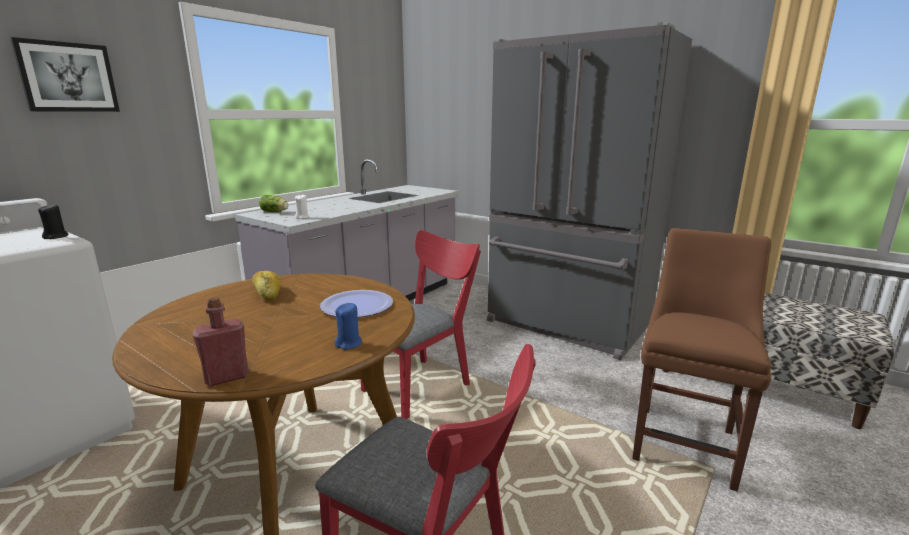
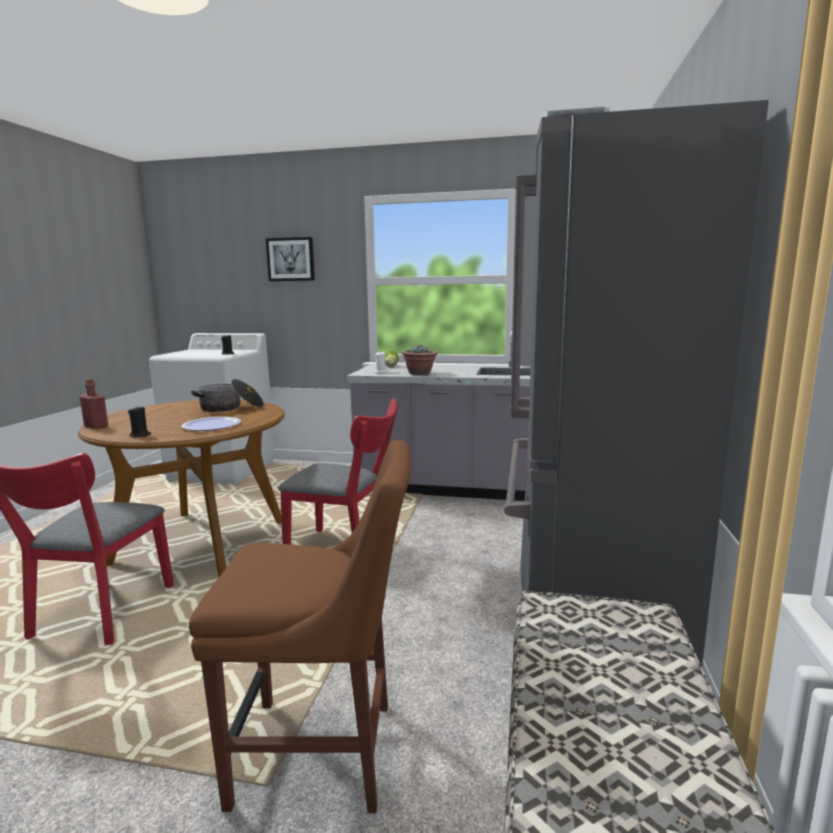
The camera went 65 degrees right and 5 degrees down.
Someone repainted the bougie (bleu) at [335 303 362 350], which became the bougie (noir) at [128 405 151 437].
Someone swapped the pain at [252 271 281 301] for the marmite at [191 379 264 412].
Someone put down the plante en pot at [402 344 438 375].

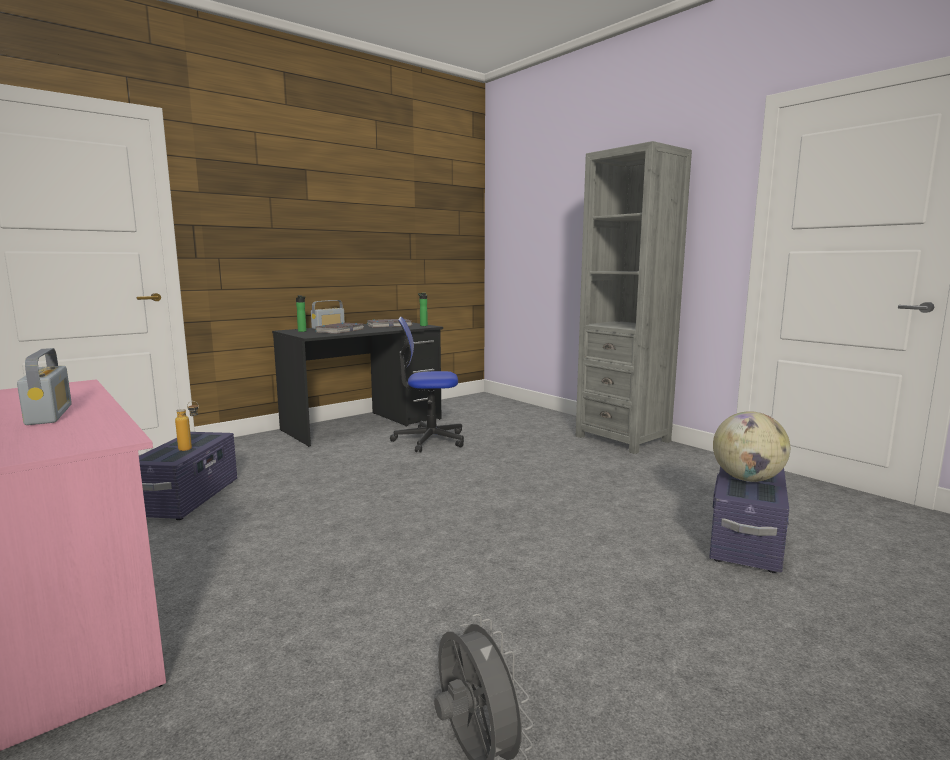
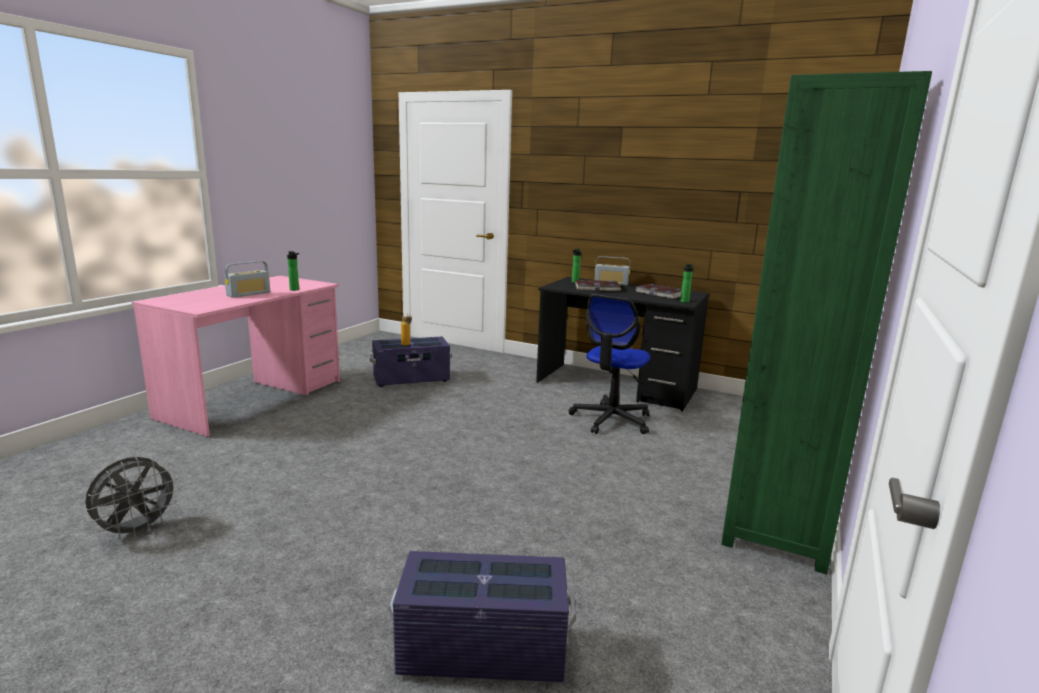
The camera went 65 degrees right and 5 degrees up.
Someone put down the bouteille at [287 251 299 291].
Someone rotated the chaise de bureau at [390 317 464 453] by 120 degrees counterclockwise.
Someone repainted the bibliothèque (gris) at [576 141 692 454], which became the bibliothèque (vert) at [721 71 932 574].
Someone took away the globe at [713 411 790 482].

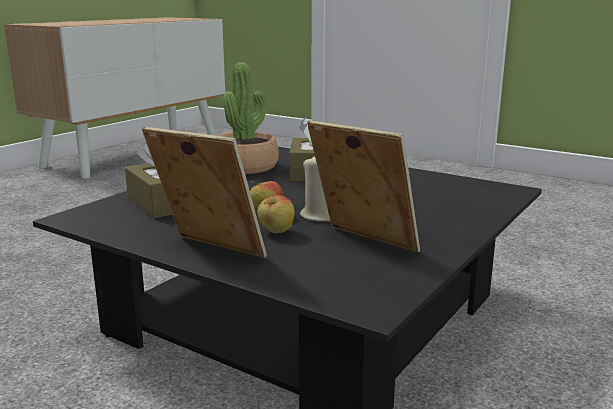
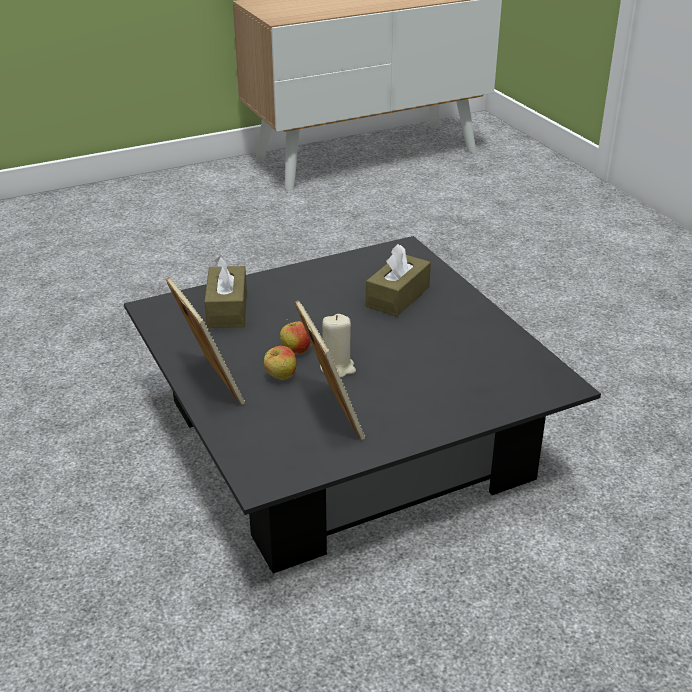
The camera went 30 degrees right and 15 degrees up.
Someone took away the plante en pot at [217 62 279 174].

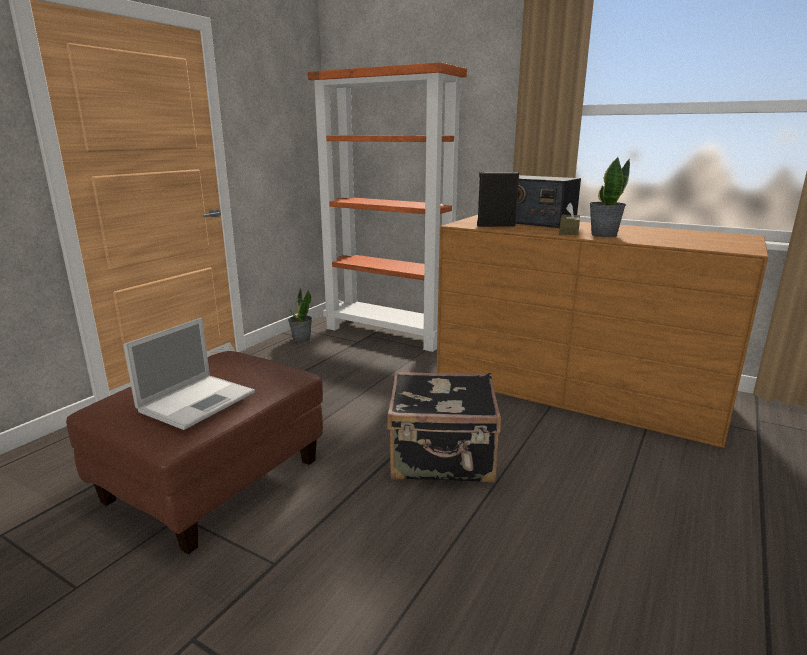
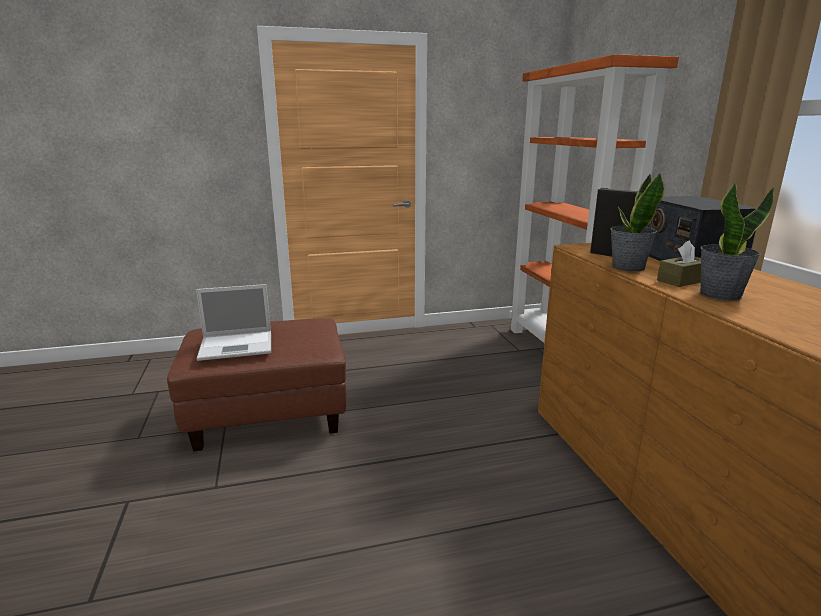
The camera went 45 degrees right and 0 degrees up.
Someone carried the plante en pot from [288 288 312 342] to [610 173 665 272].
Someone took away the valise (noir) at [387 371 501 483].

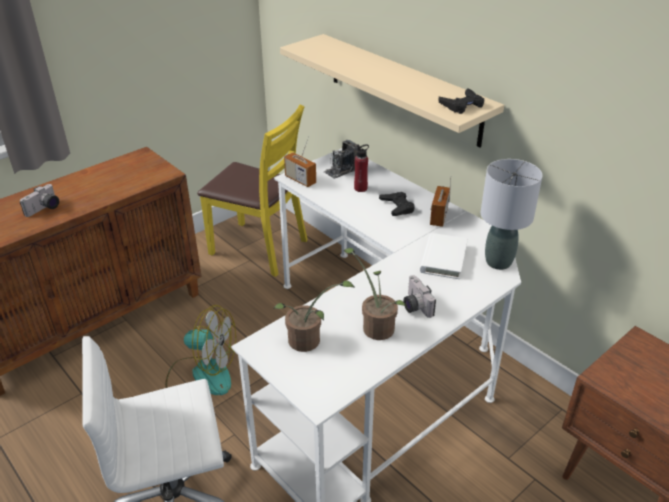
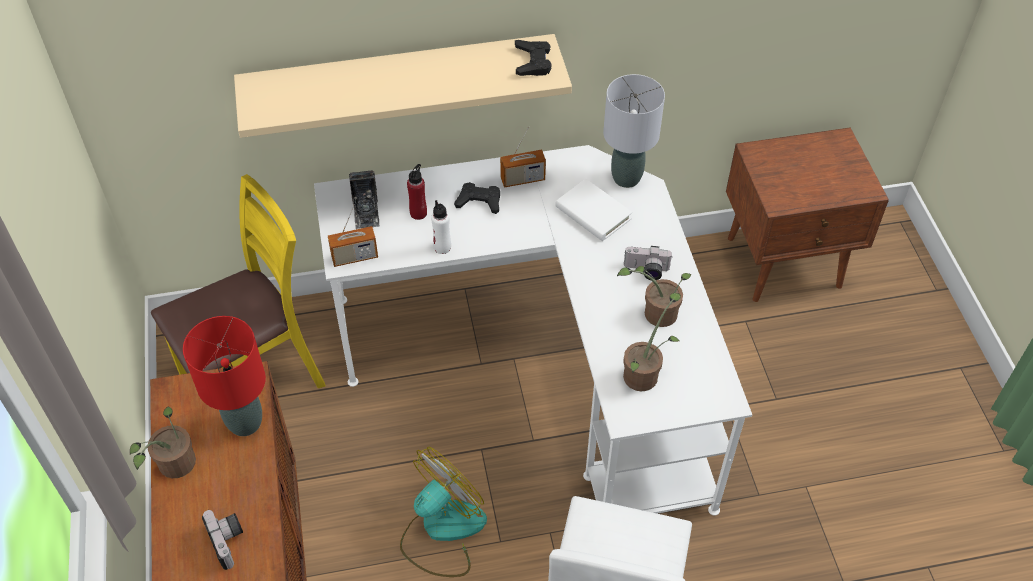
The camera went 60 degrees left and 15 degrees up.
Someone put down the plante en pot at [130 407 196 478].
Someone put down the lampe de table (rouge) at [183 316 266 436].
Someone put down the bouteille (blanc) at [431 200 451 254].
Someone rotated the radio at [430 176 451 227] by 60 degrees counterclockwise.

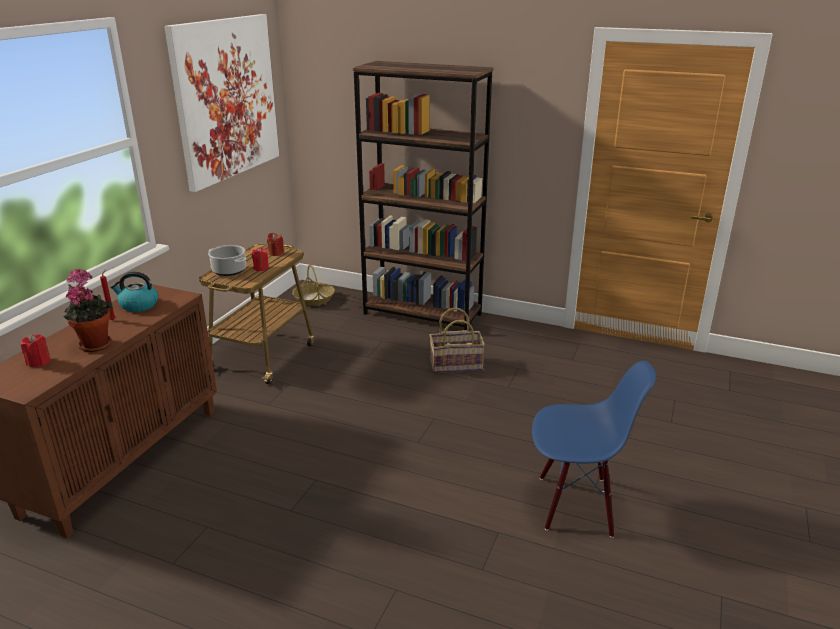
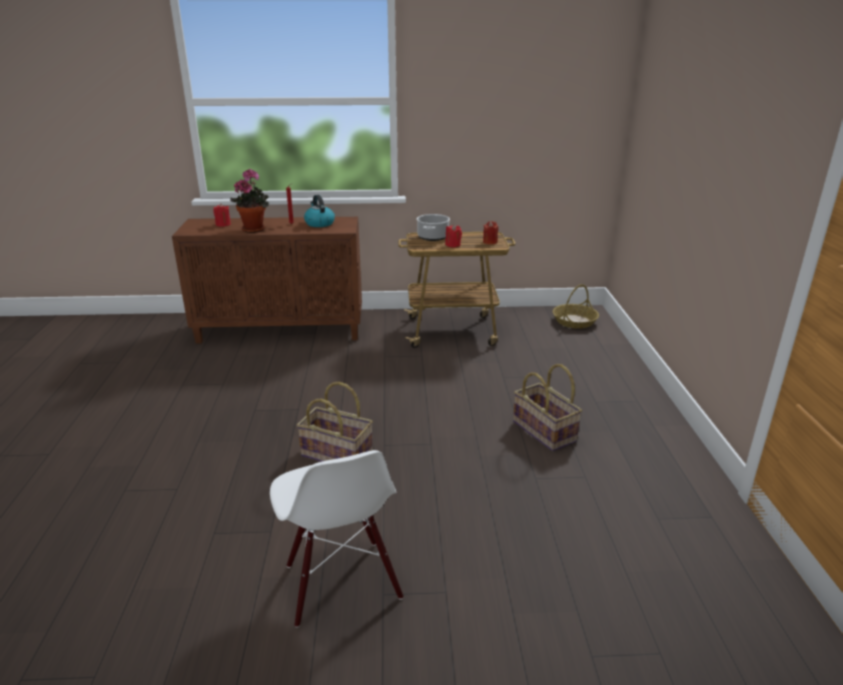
The camera went 65 degrees right and 0 degrees up.
Someone repainted the chaise (bleu) at [532 361 656 538], which became the chaise (blanc) at [270 450 404 628].
Someone put down the panier at [297 382 373 462].
Someone took away the tableau at [164 14 279 192].
Someone took away the bibliothèque (marron) at [353 61 493 330].

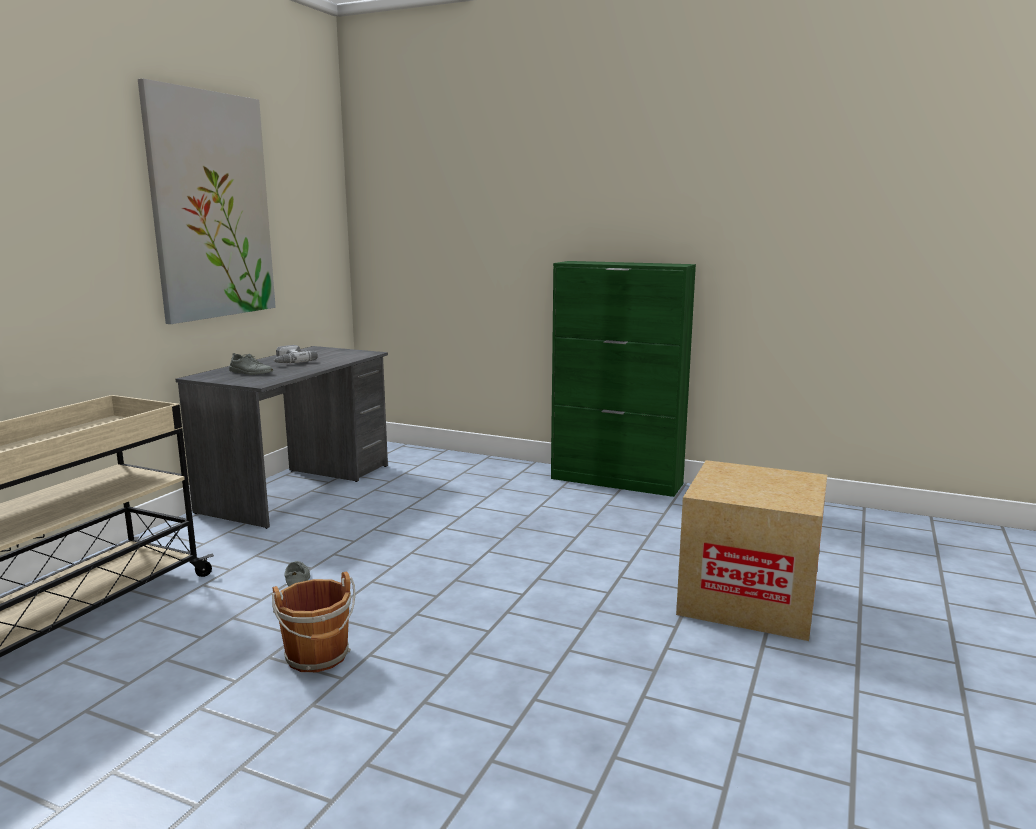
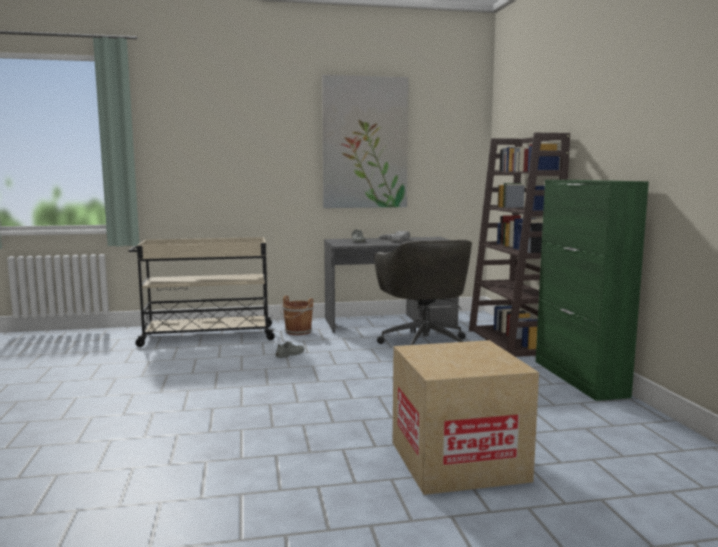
The camera went 55 degrees right and 5 degrees down.
Someone carried the seau (marron) from [272 571 355 672] to [280 296 314 335].
Someone put down the chaise de bureau (gris) at [374 240 472 345].
Someone put down the bibliothèque (marron) at [469 133 570 357].

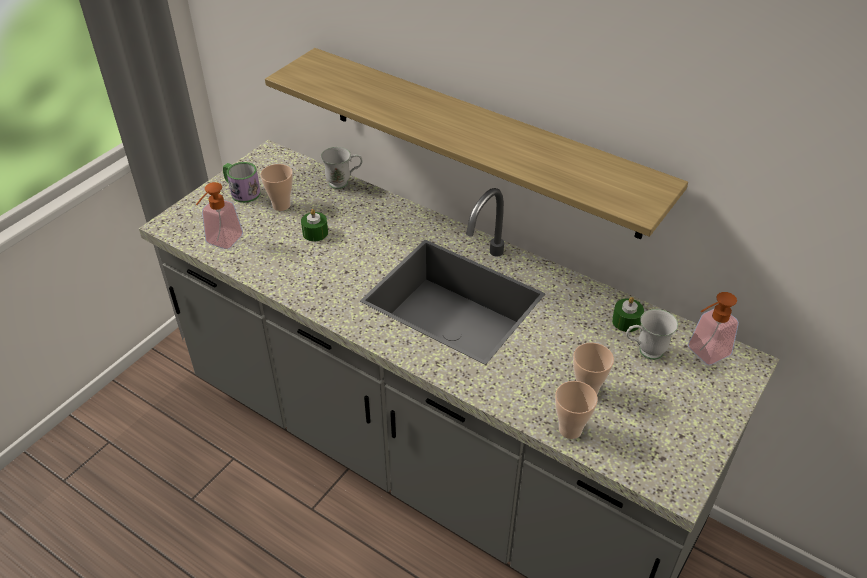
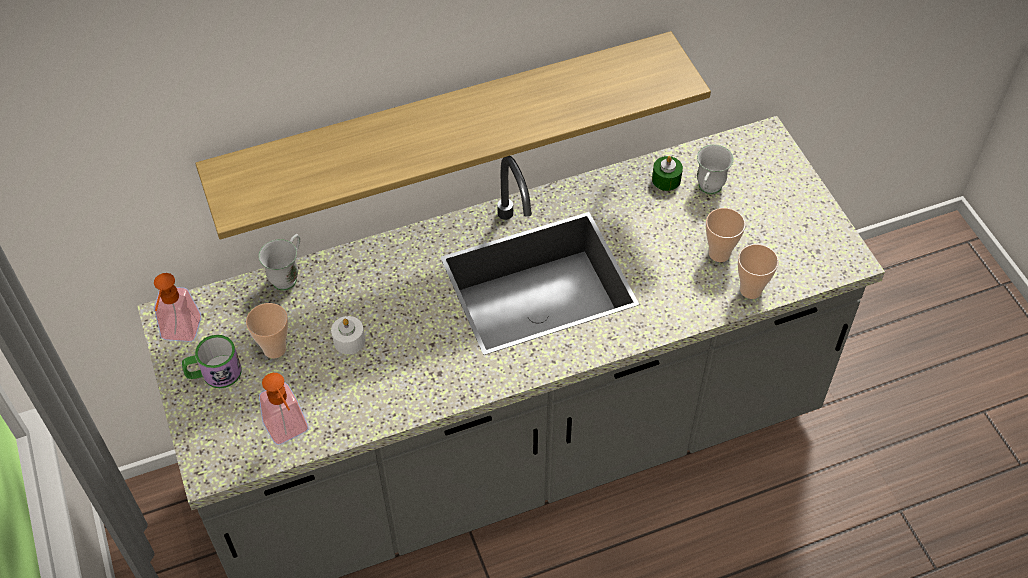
The camera went 55 degrees left and 10 degrees up.
Someone carried the distributeur de savon from [688 292 739 365] to [154 273 202 342].
Someone repainted the bougie (vert) at [301 209 328 241], which became the bougie (blanc) at [331 316 365 354].

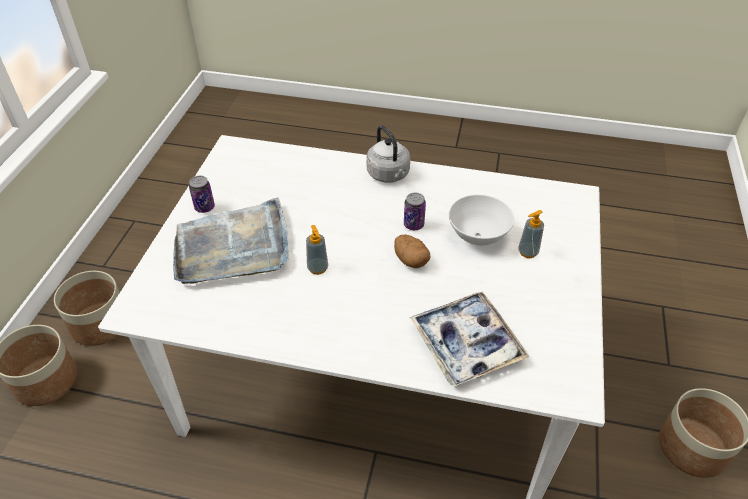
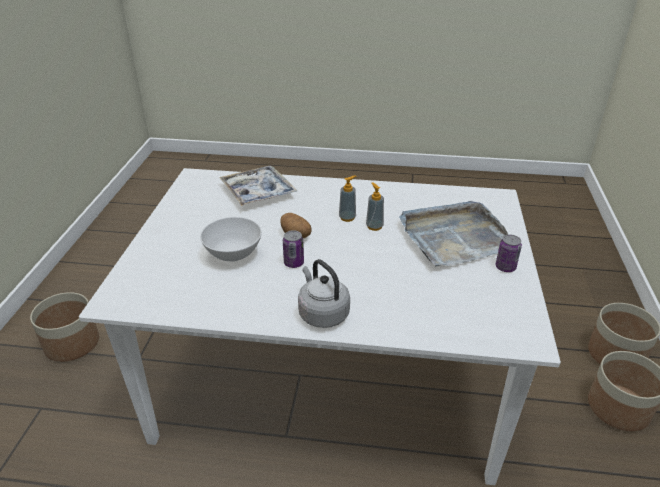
The camera went 175 degrees right and 10 degrees down.
Someone carried the distributeur de savon from [518 210 544 258] to [339 175 356 222].

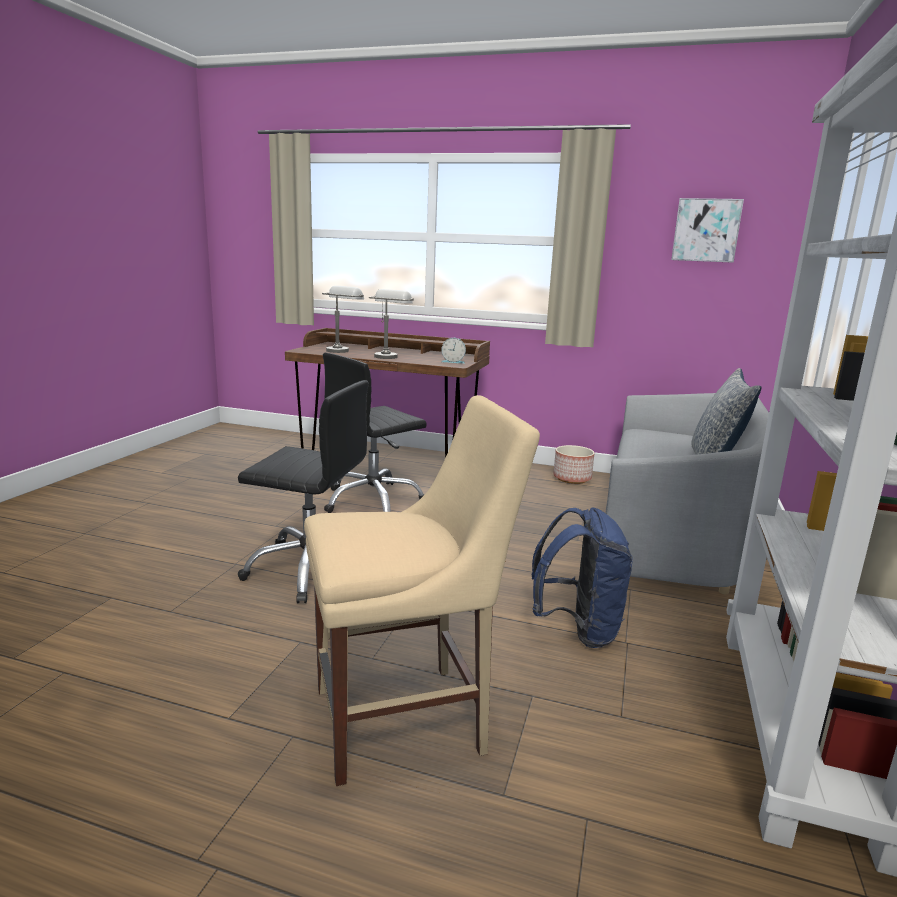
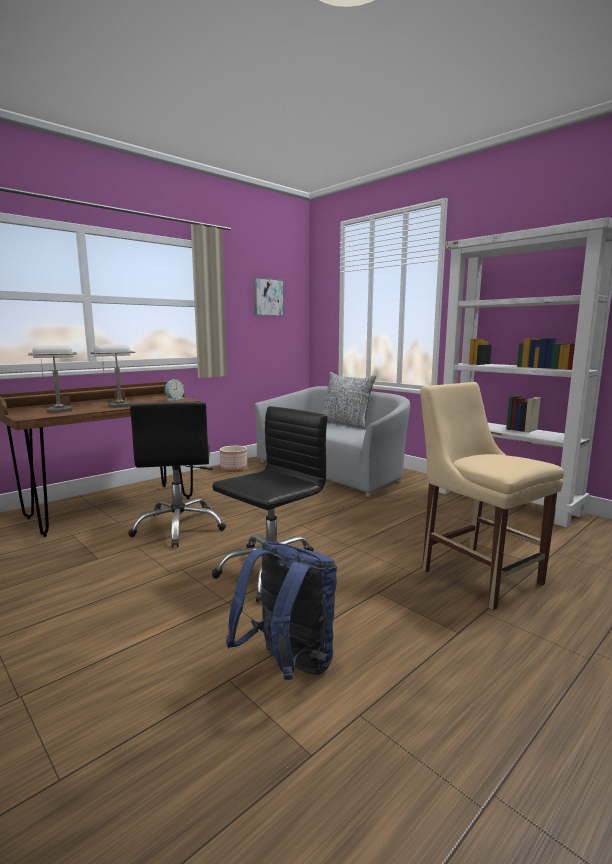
The camera went 60 degrees left and 5 degrees down.
Someone carried the sac à dos (bleu) from [531 508 633 648] to [226 542 337 680].
Someone rotated the chaise (beige) at [304 395 540 786] by 45 degrees counterclockwise.

